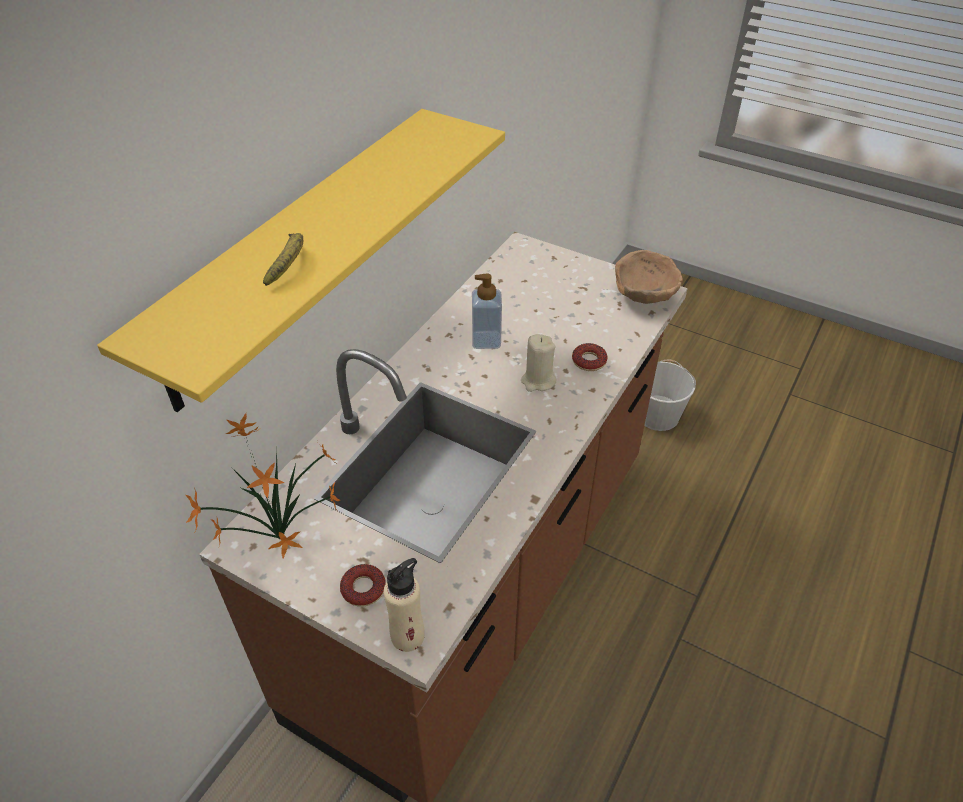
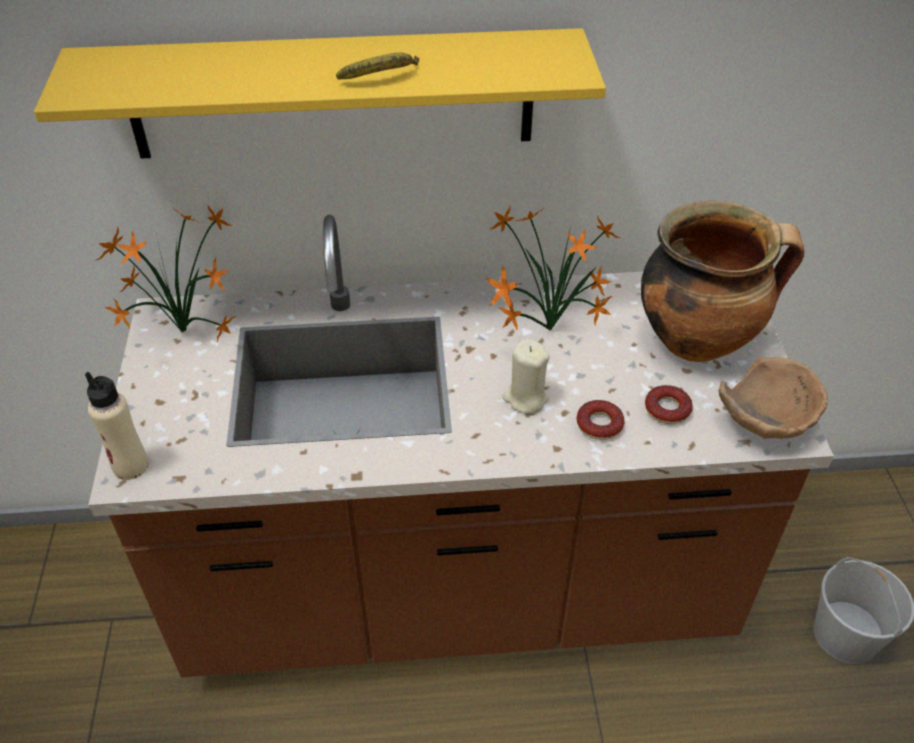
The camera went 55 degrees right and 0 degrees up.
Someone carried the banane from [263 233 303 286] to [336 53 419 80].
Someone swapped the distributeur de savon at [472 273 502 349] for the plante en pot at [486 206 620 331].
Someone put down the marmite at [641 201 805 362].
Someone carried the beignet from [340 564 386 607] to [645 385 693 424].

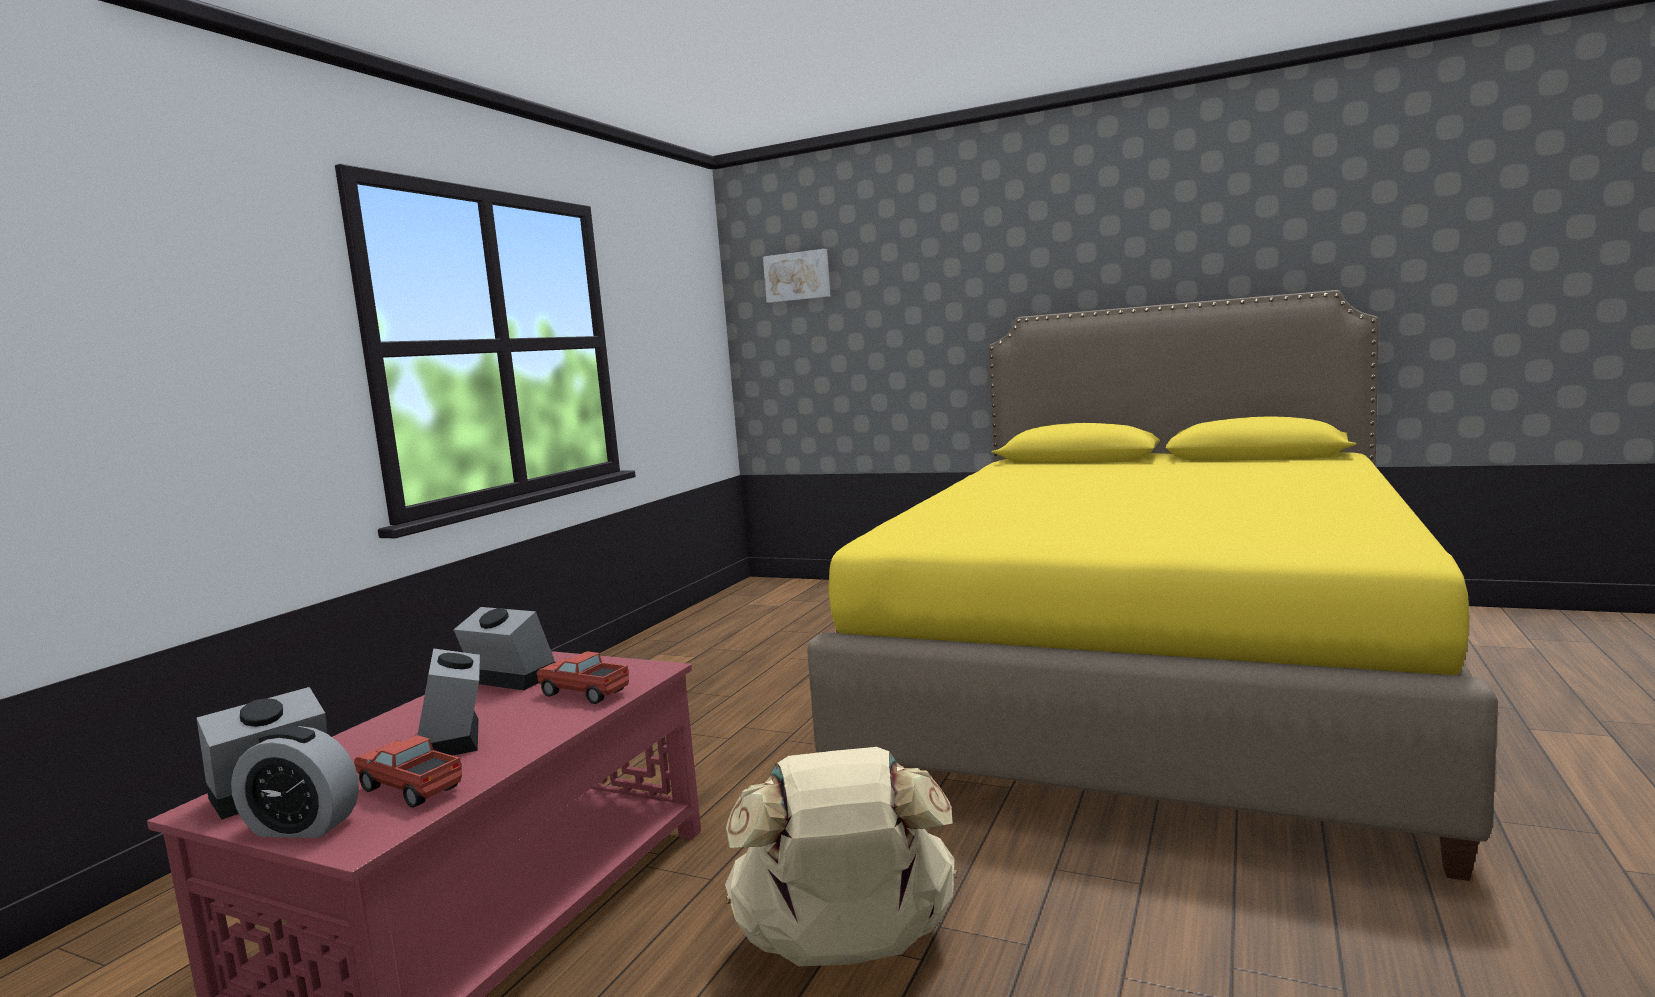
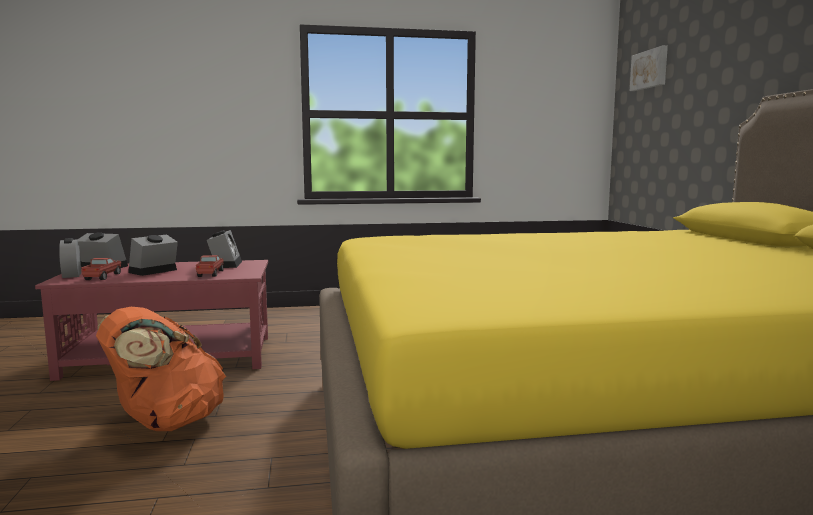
The camera went 55 degrees right and 0 degrees up.
Someone repainted the sac à dos (beige) at [725 747 958 966], which became the sac à dos (orange) at [96 307 226 431].

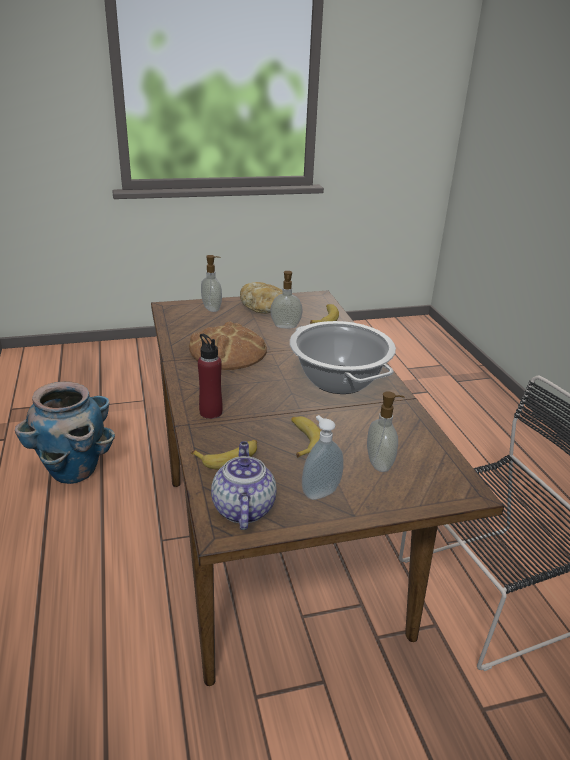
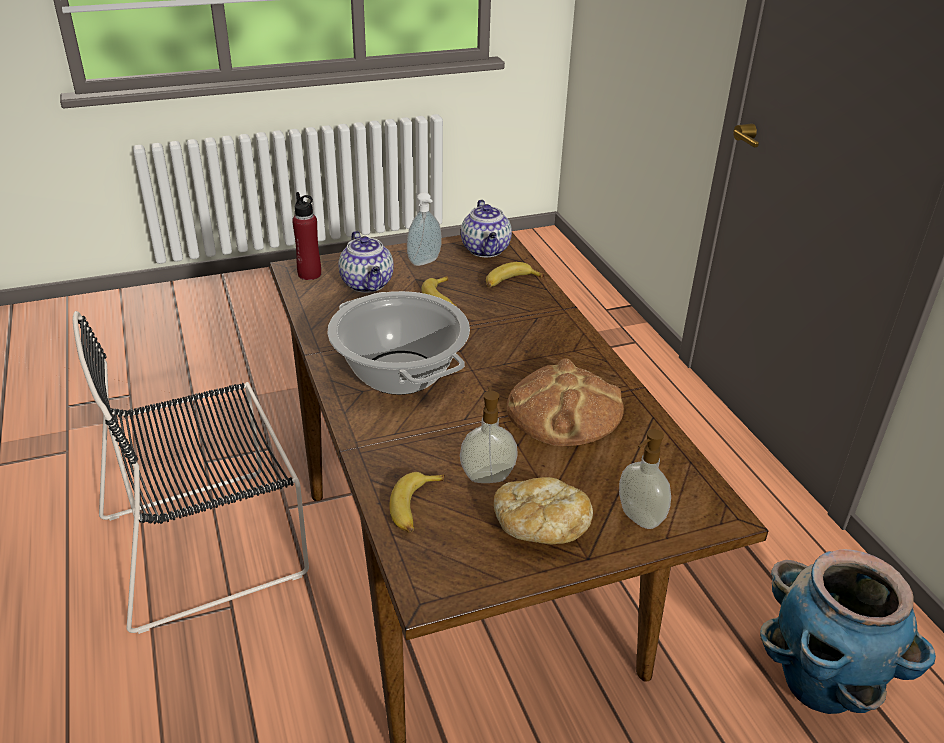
The camera went 175 degrees right and 5 degrees up.
Someone carried the bouteille (rouge) from [198 334 223 419] to [292 192 321 280].
Someone swapped the distributeur de savon at [367 391 404 472] for the théière at [338 231 394 293].

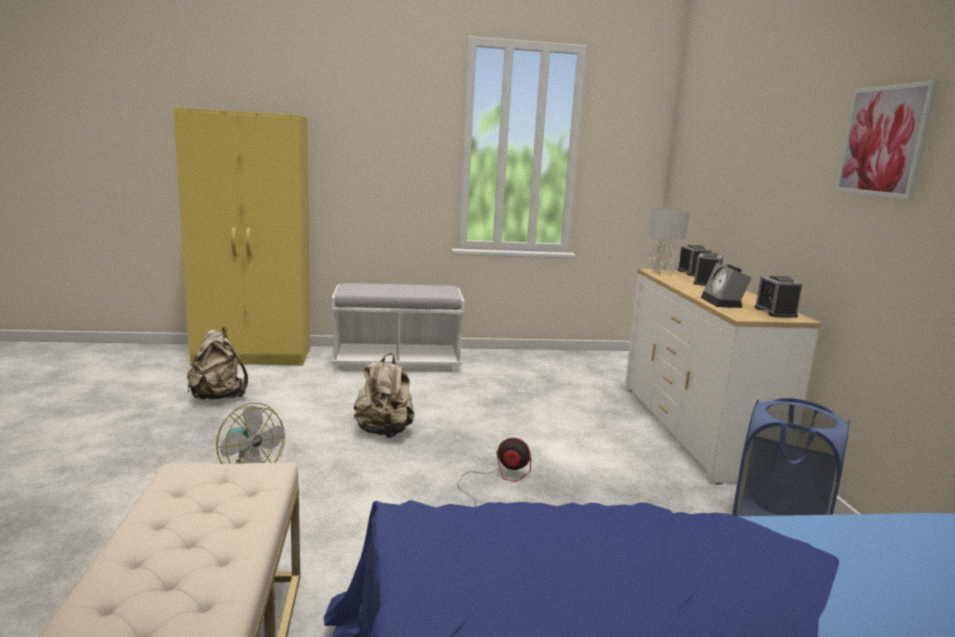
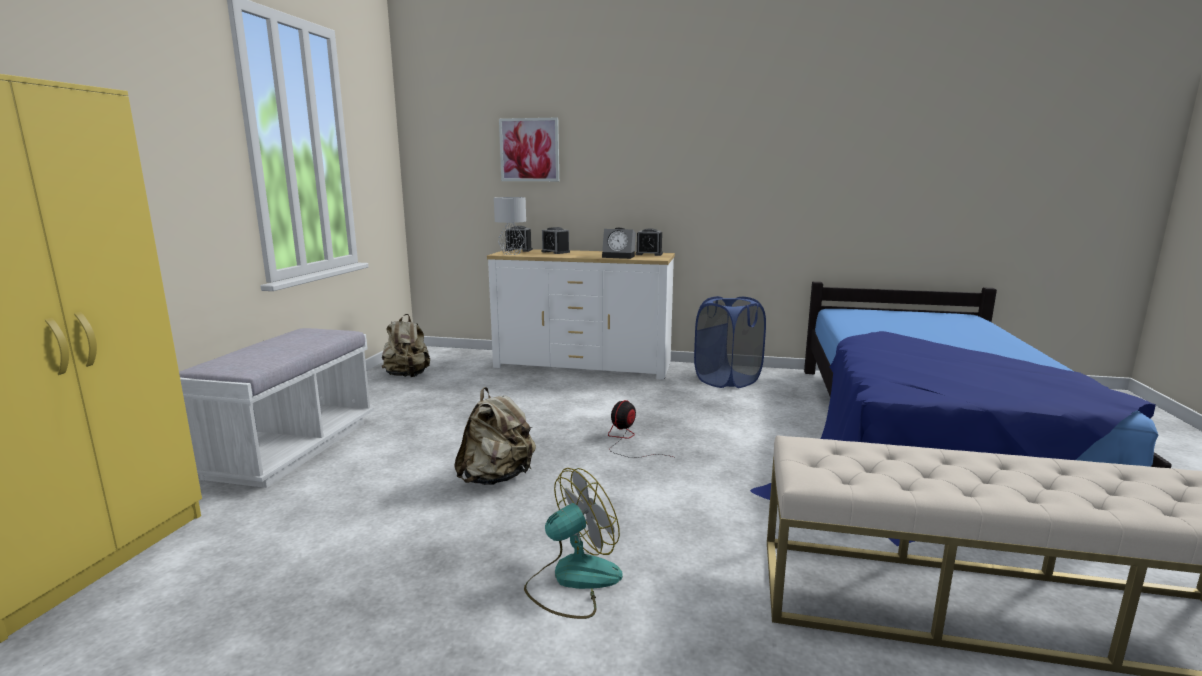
The camera went 70 degrees left and 0 degrees up.
Someone carried the sac à dos (beige) from [187 327 248 400] to [382 314 430 377].
Someone carried the tableau from [835 80 939 200] to [499 118 559 181].

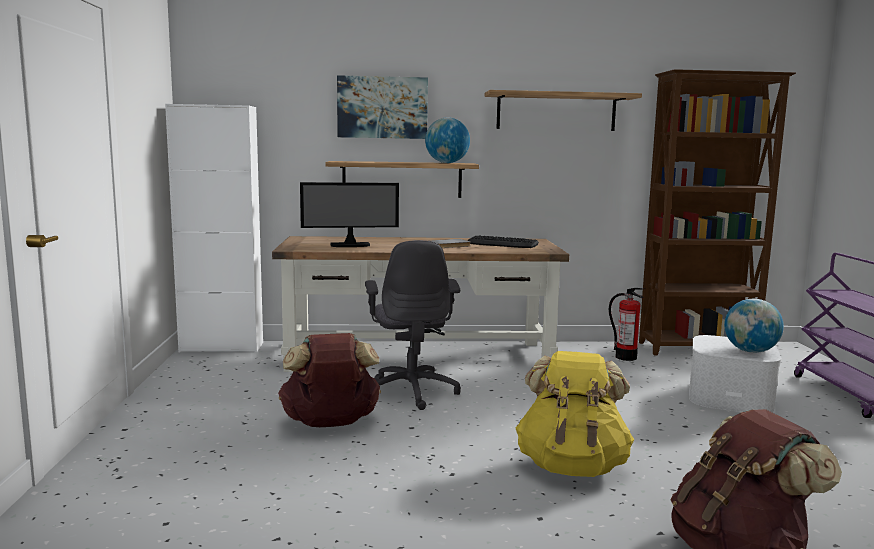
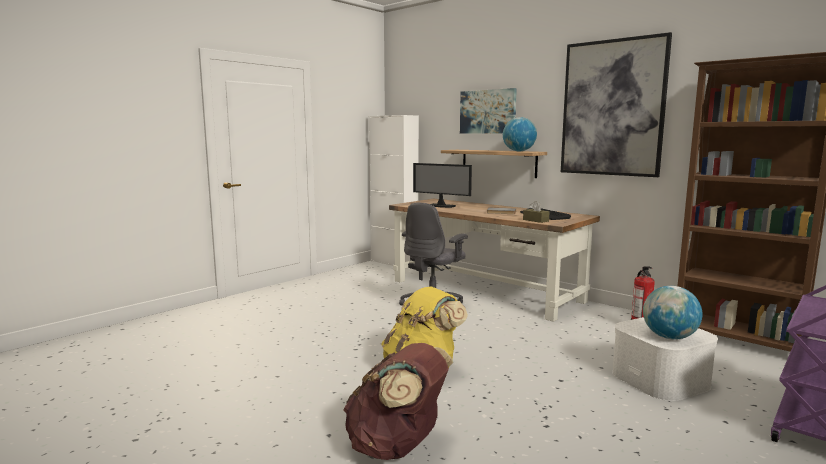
The camera went 45 degrees right and 0 degrees up.
Someone put down the boîte à mouchoirs (marron) at [523 201 549 223].
Someone swapped the étagère at [485 90 642 131] for the tableau at [561 32 672 177].
Someone took away the sac à dos (marron) at [278 333 381 427].

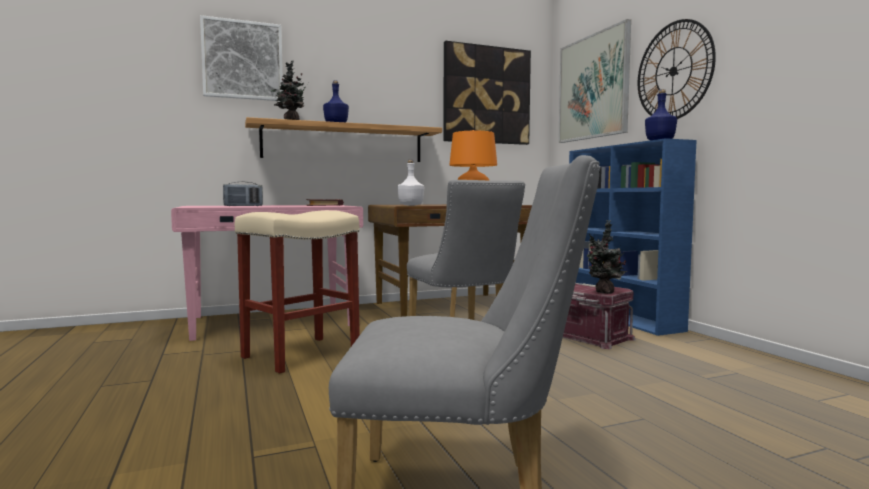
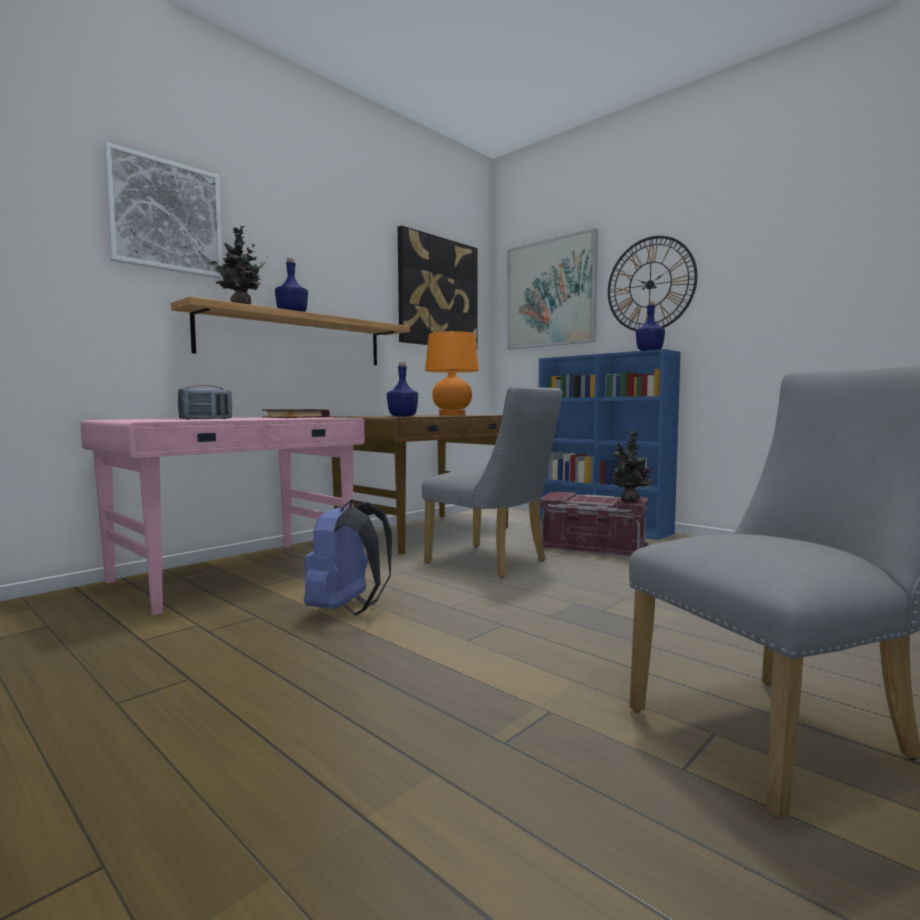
The camera went 25 degrees left and 0 degrees up.
Someone swapped the tabouret (beige) at [235 210 360 374] for the sac à dos (bleu) at [304 499 392 616].
Someone repainted the bouteille (blanc) at [397 160 424 206], which became the bouteille (bleu) at [387 362 418 417].

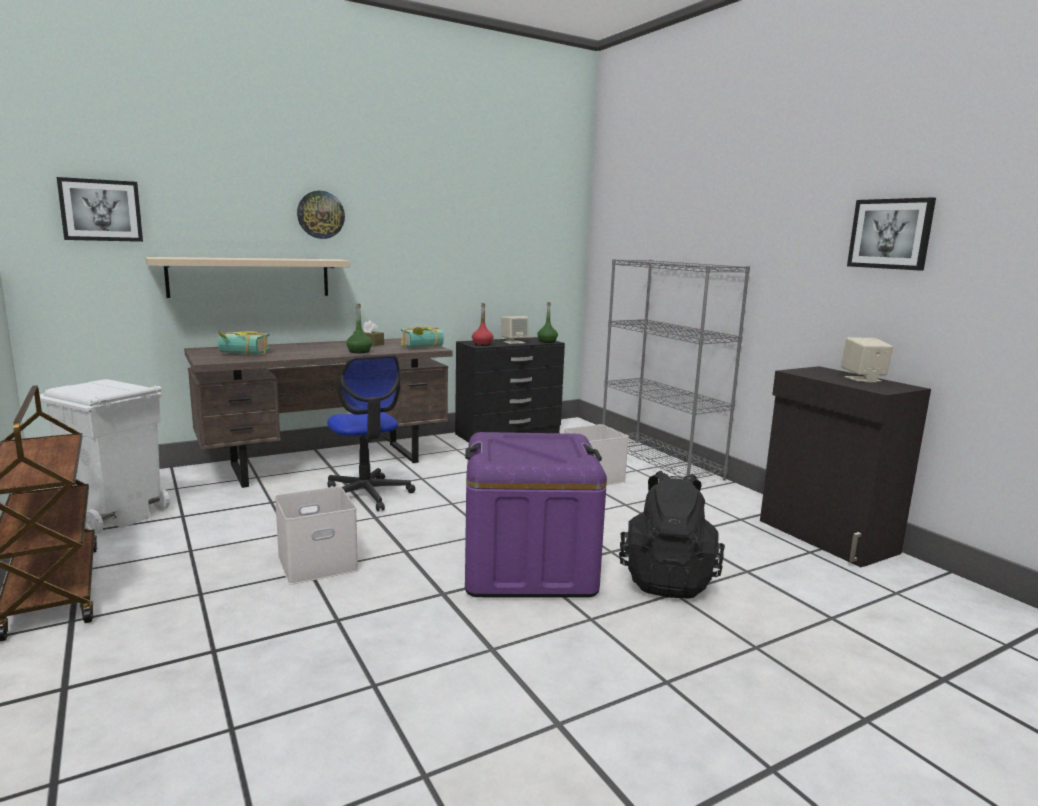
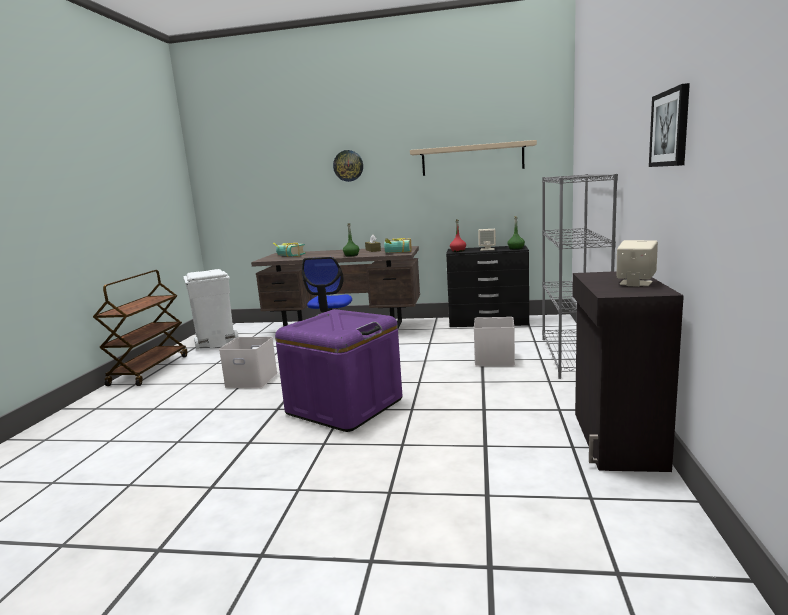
The camera went 40 degrees right and 0 degrees up.
Someone carried the étagère (beige) from [146 257 350 298] to [410 140 537 176].
Someone took away the tableau at [57 177 143 242].
Someone took away the sac à dos (noir) at [619 471 725 599].

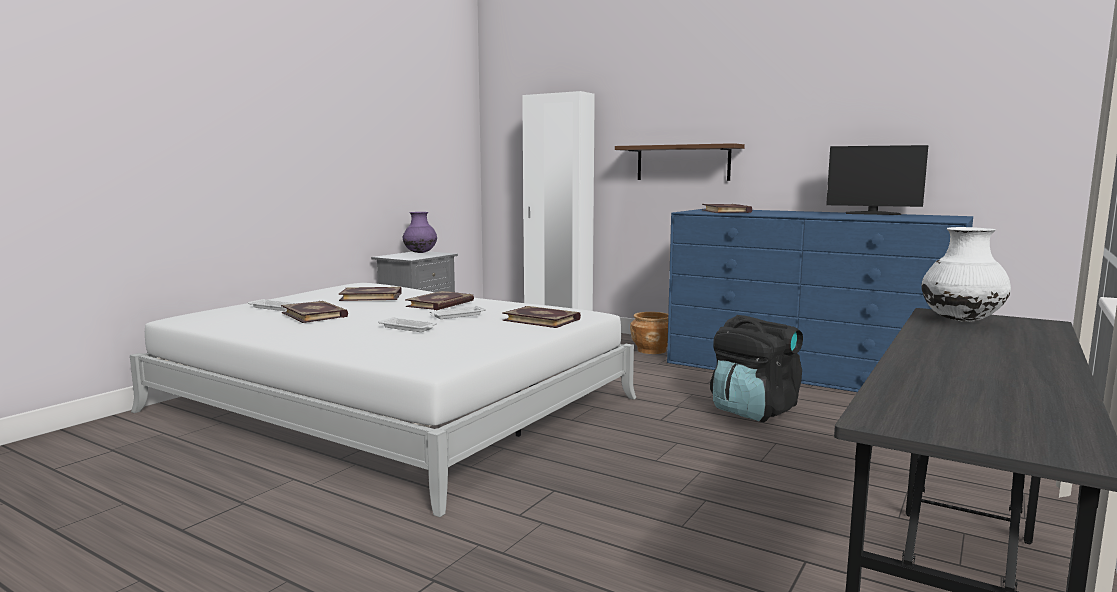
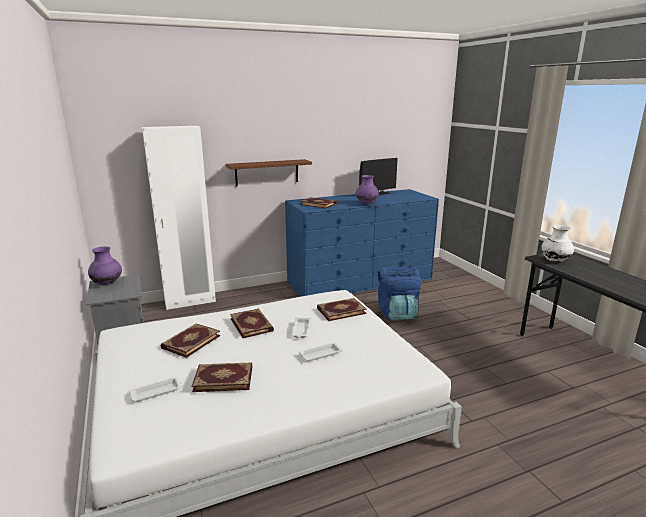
The camera went 55 degrees left and 10 degrees up.
Someone put down the vase (violet) at [356 175 379 204].
Someone repainted the sac à dos (noir) at [710 315 803 422], which became the sac à dos (bleu) at [378 267 422 320].
Someone took away the cache-pot (marron) at [630 312 668 354].

